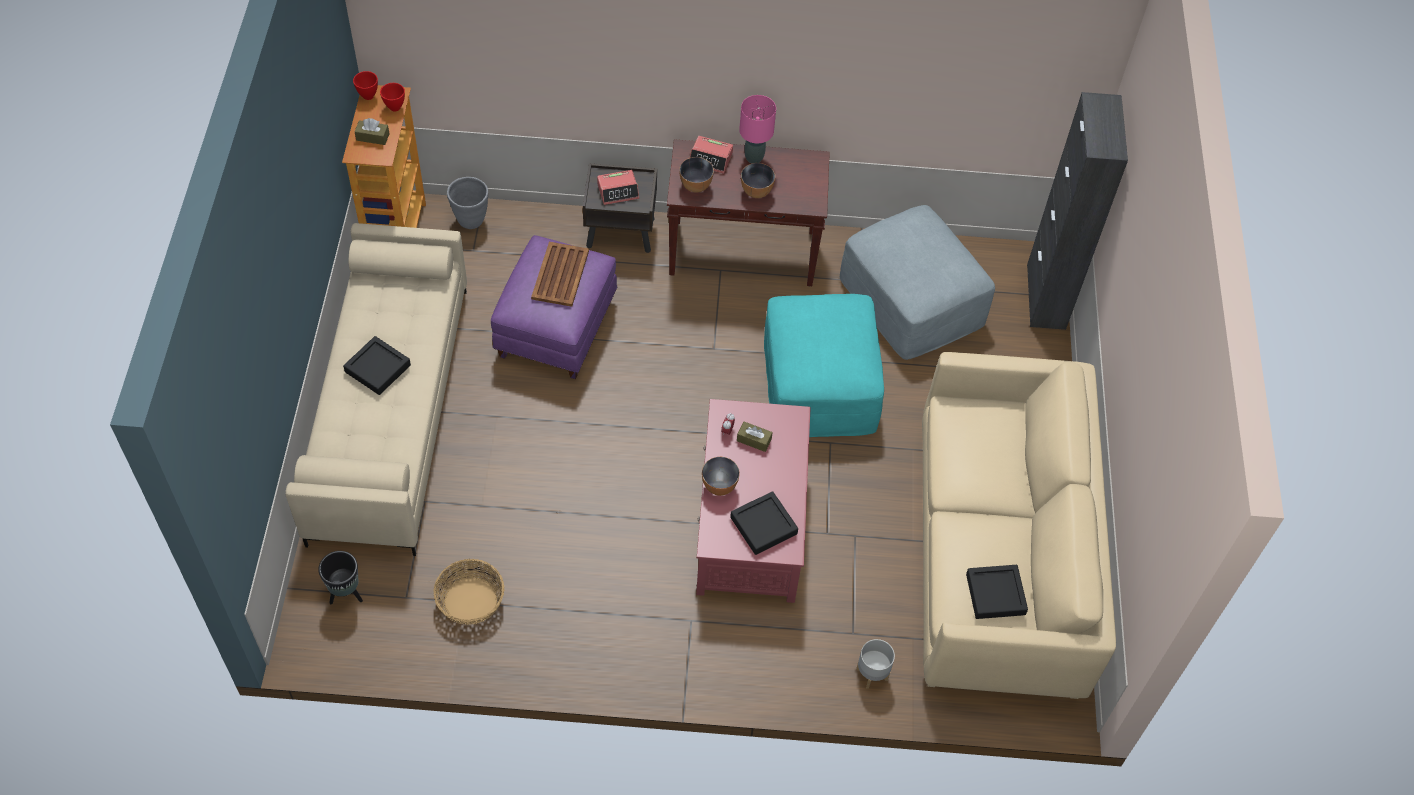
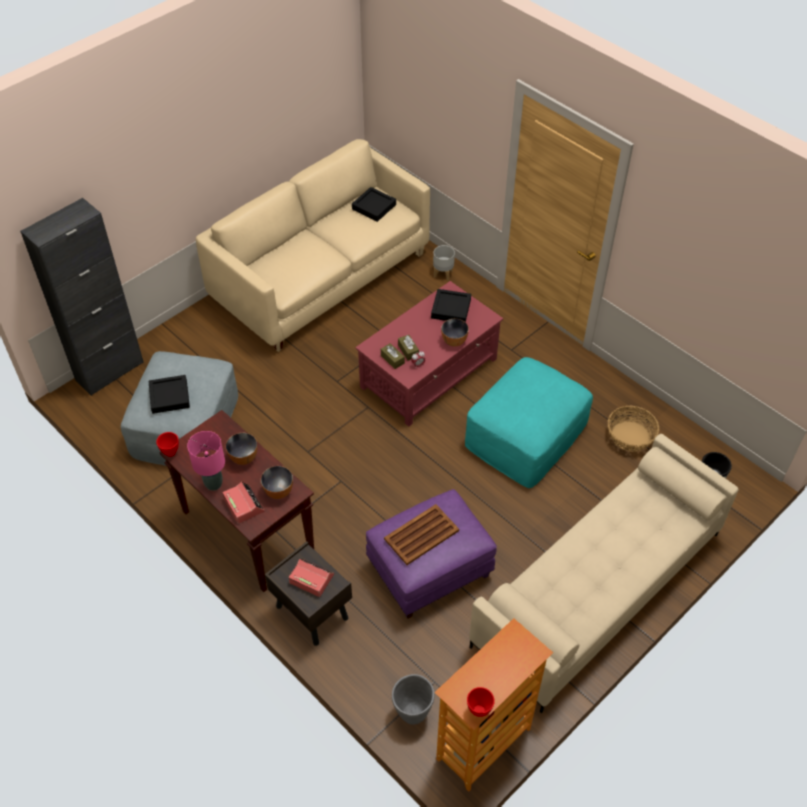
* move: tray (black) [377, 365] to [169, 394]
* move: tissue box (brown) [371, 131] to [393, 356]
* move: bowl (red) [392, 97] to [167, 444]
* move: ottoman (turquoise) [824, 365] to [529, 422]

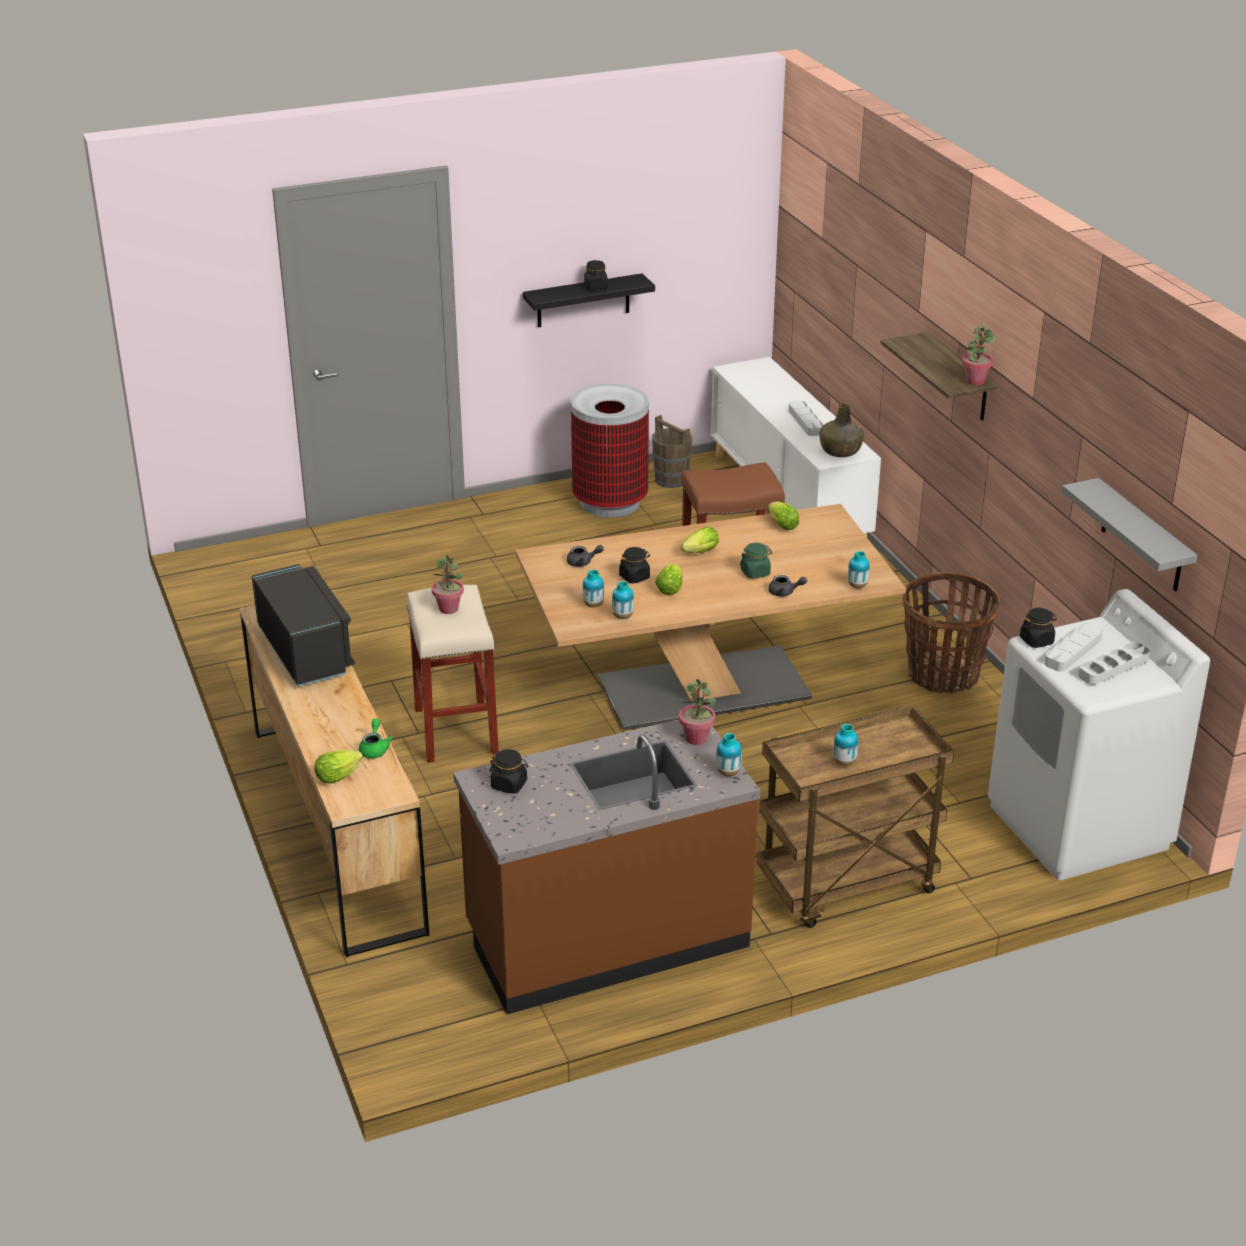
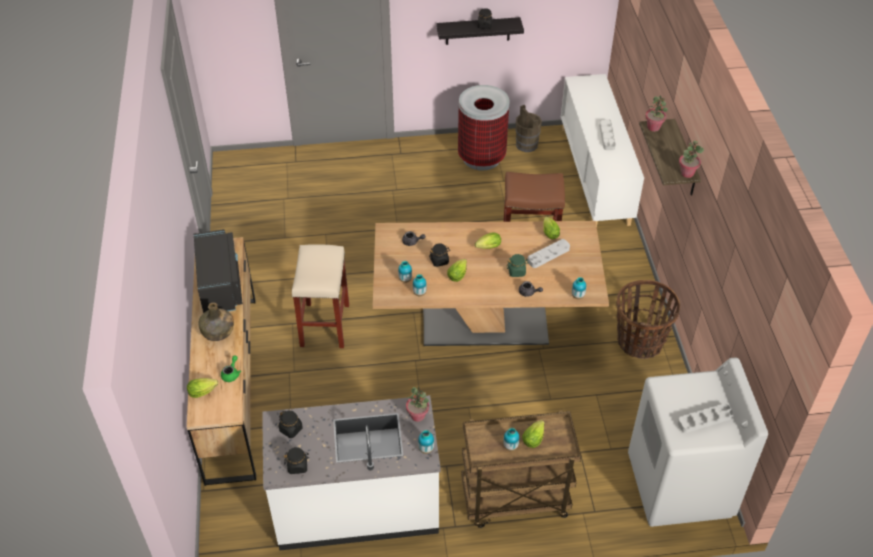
* delete: shelf (grey) [1129, 535]
* insert: lettuce [533, 434]
* move: potted plant [448, 584] to [656, 113]
* move: bottle (green) [841, 429] to [216, 321]
* move: jar (black) [1038, 628] to [296, 460]
* move: tray (grey) [1073, 647] to [549, 253]
* recolor: counter (brown) [606, 867] to counter (white) [351, 473]

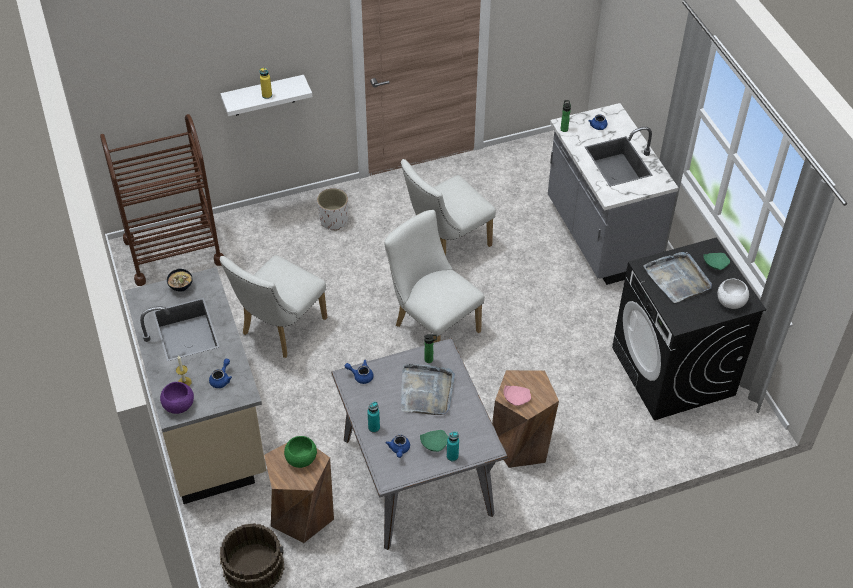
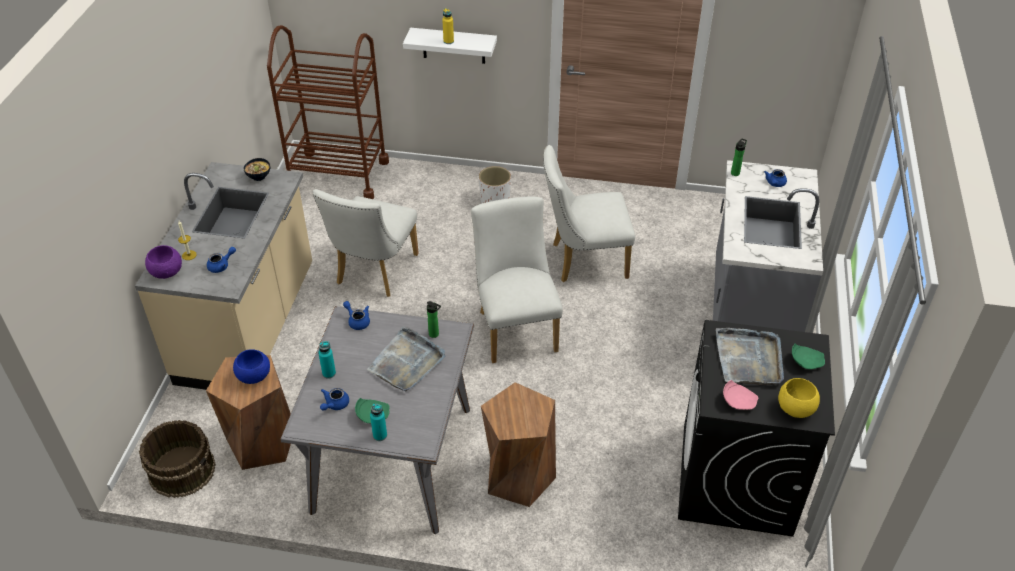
* move: plate (pink) [517, 395] to [740, 395]
* recolor: bowl (green) [300, 452] to bowl (blue) [251, 366]
* recolor: bowl (white) [733, 294] to bowl (yellow) [799, 398]
* rotate: chair (white) [273, 306] = [366, 243] 45 degrees counterclockwise

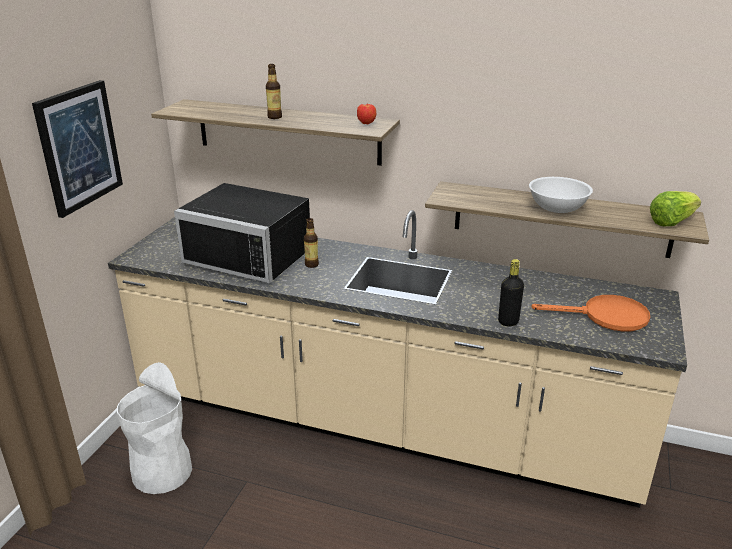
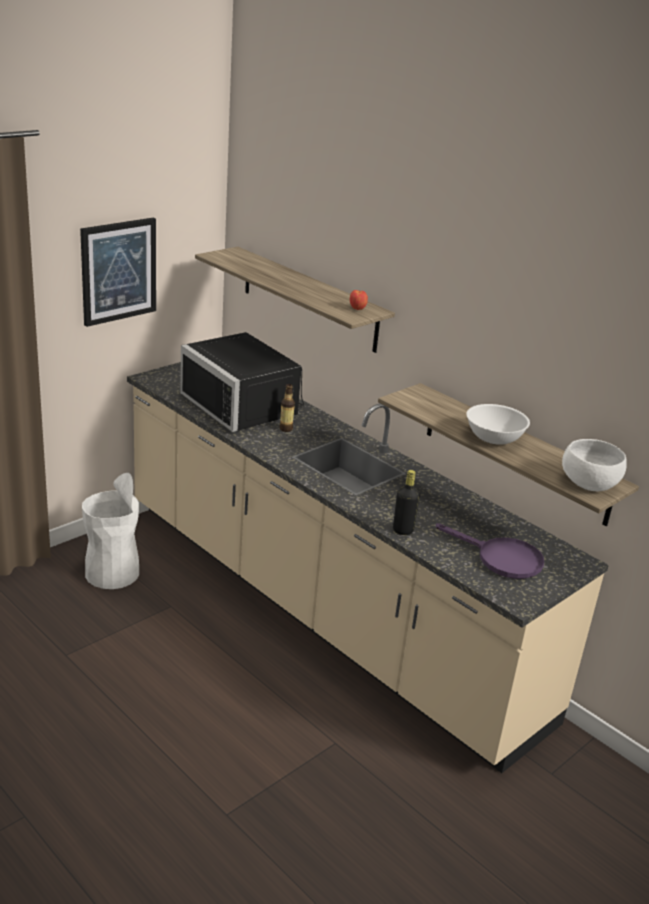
* delete: bottle [274, 91]
* replace: lettuce [675, 208] to bowl (white) [594, 465]
* recolor: frying pan (orange) [590, 313] to frying pan (purple) [490, 551]

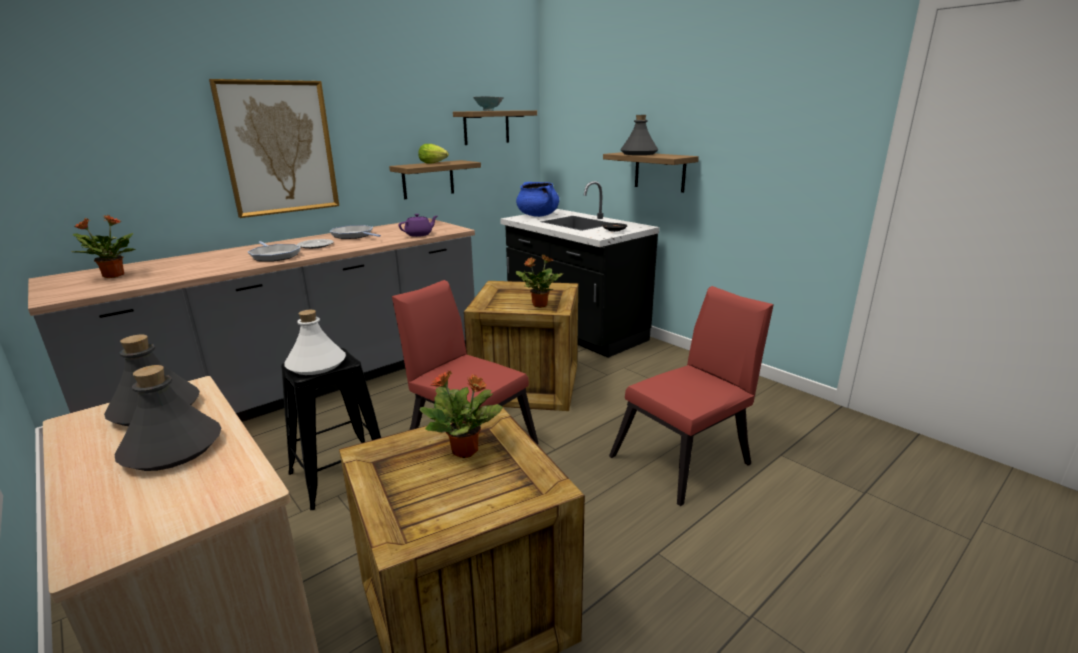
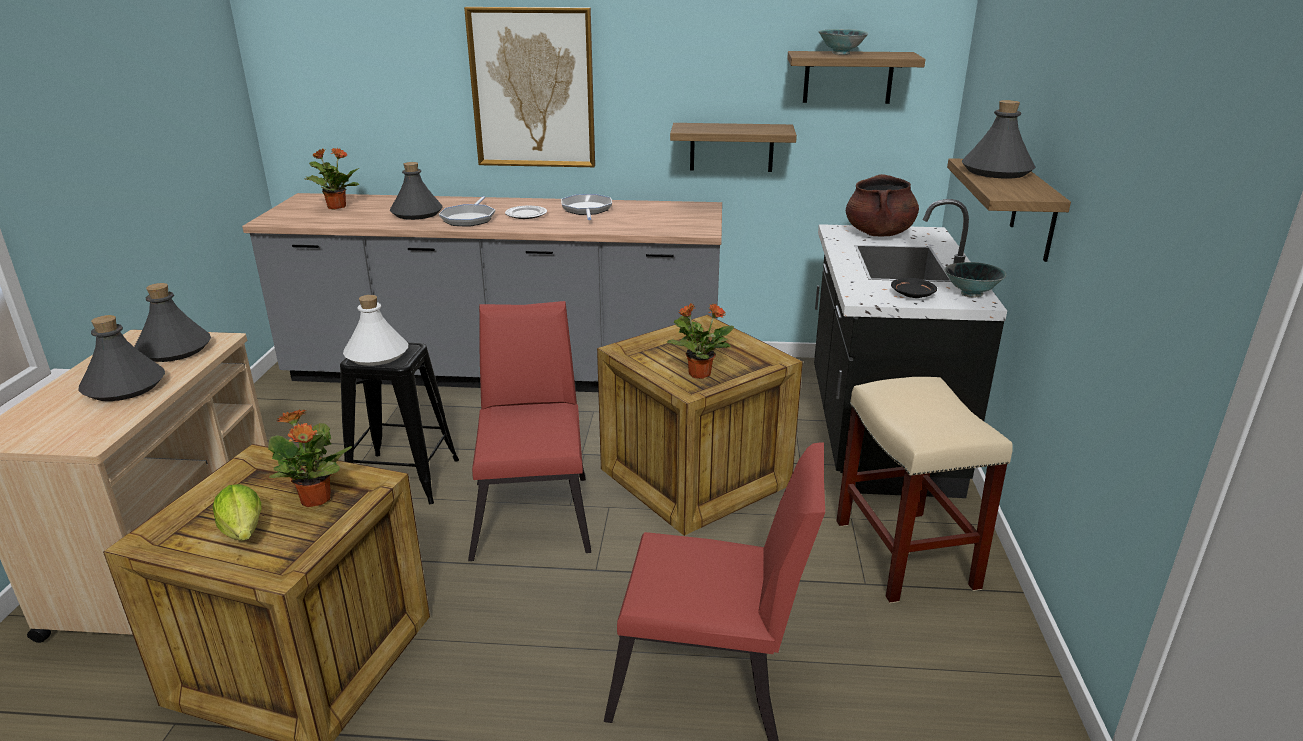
* delete: teapot (purple) [418, 225]
* insert: bottle (grey) [416, 191]
* insert: stool (beige) [924, 490]
* insert: bowl [975, 280]
* move: lettuce [433, 154] to [237, 512]
* recolor: cooking pot (blue) [537, 199] to cooking pot (brown) [882, 205]

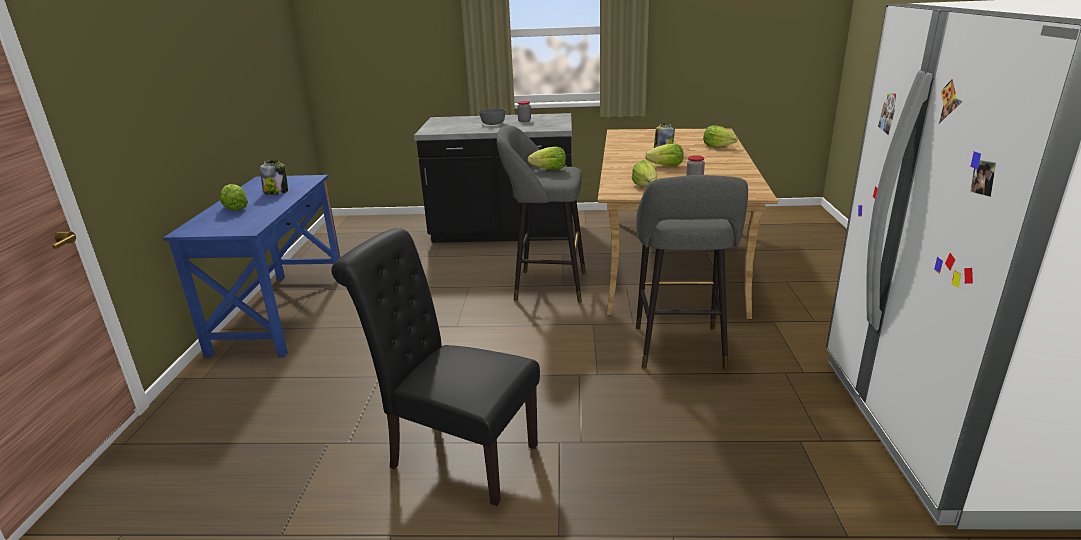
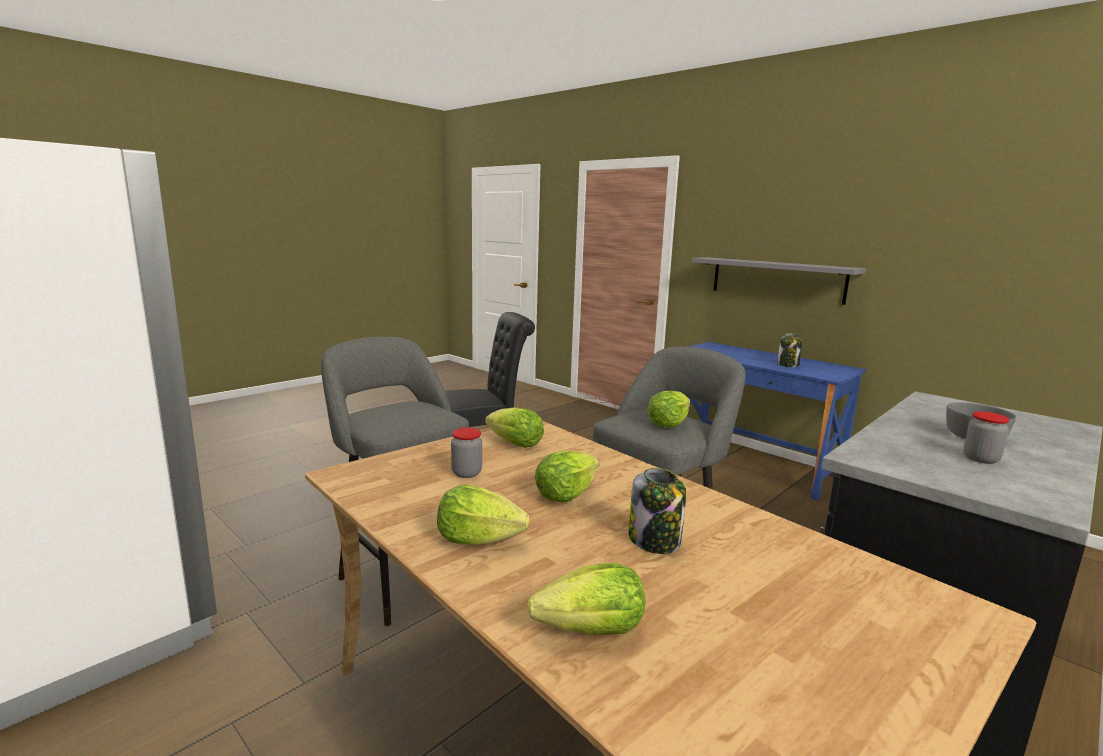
* insert: shelf (grey) [779, 281]
* move: lettuce [234, 197] to [483, 515]

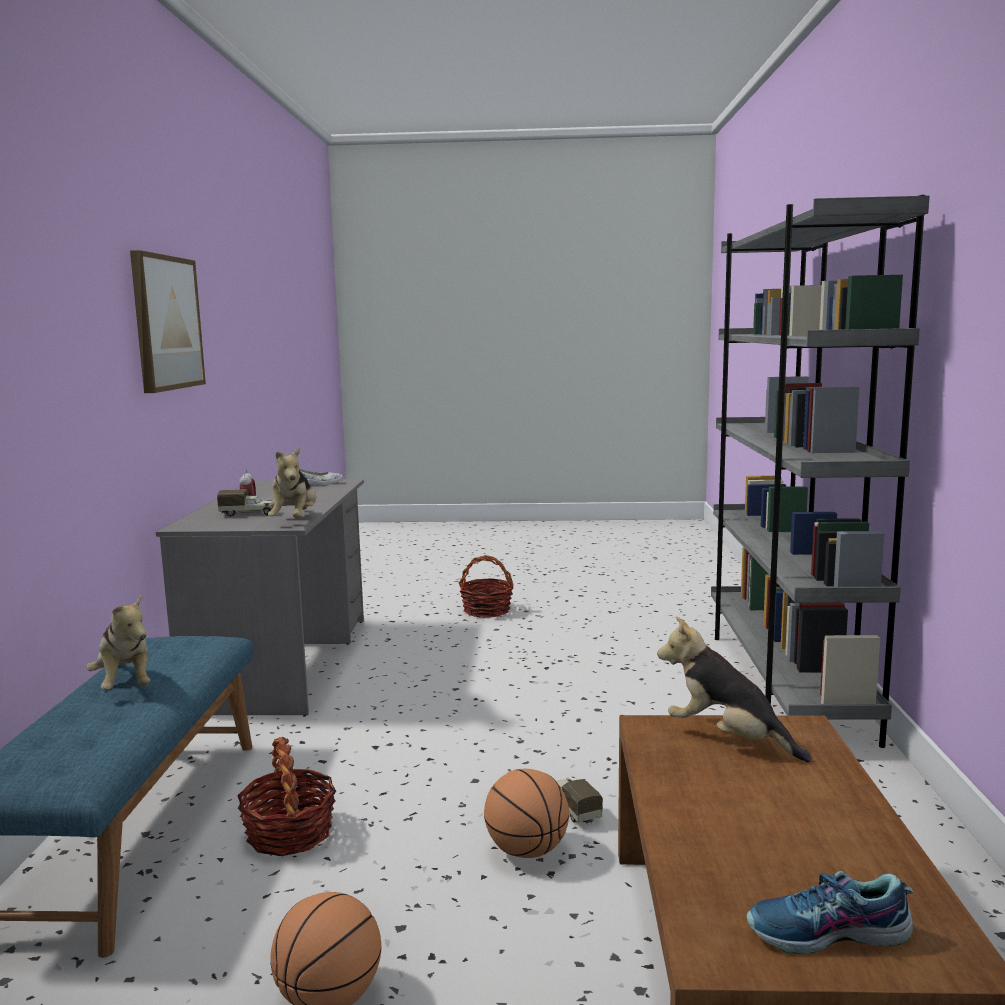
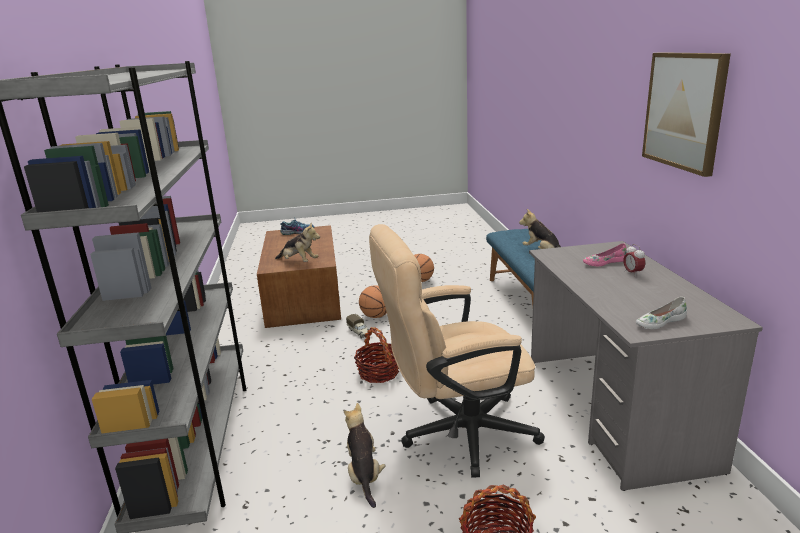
* insert: office chair (beige) [457, 350]
* move: basket [286, 796] to [376, 355]
* move: plush toy [292, 482] to [365, 455]
* replace: toy truck [245, 502] to shoe (pink) [604, 254]

